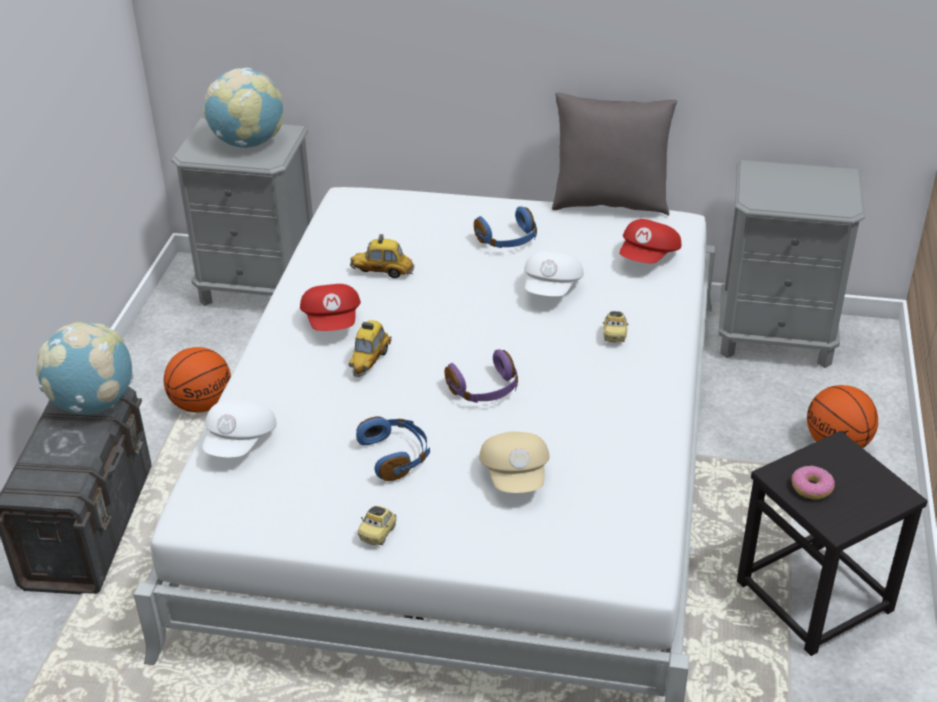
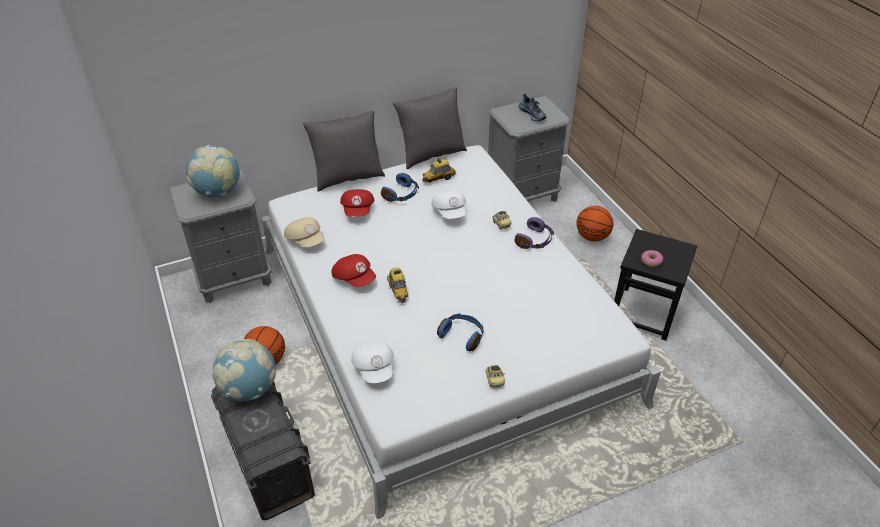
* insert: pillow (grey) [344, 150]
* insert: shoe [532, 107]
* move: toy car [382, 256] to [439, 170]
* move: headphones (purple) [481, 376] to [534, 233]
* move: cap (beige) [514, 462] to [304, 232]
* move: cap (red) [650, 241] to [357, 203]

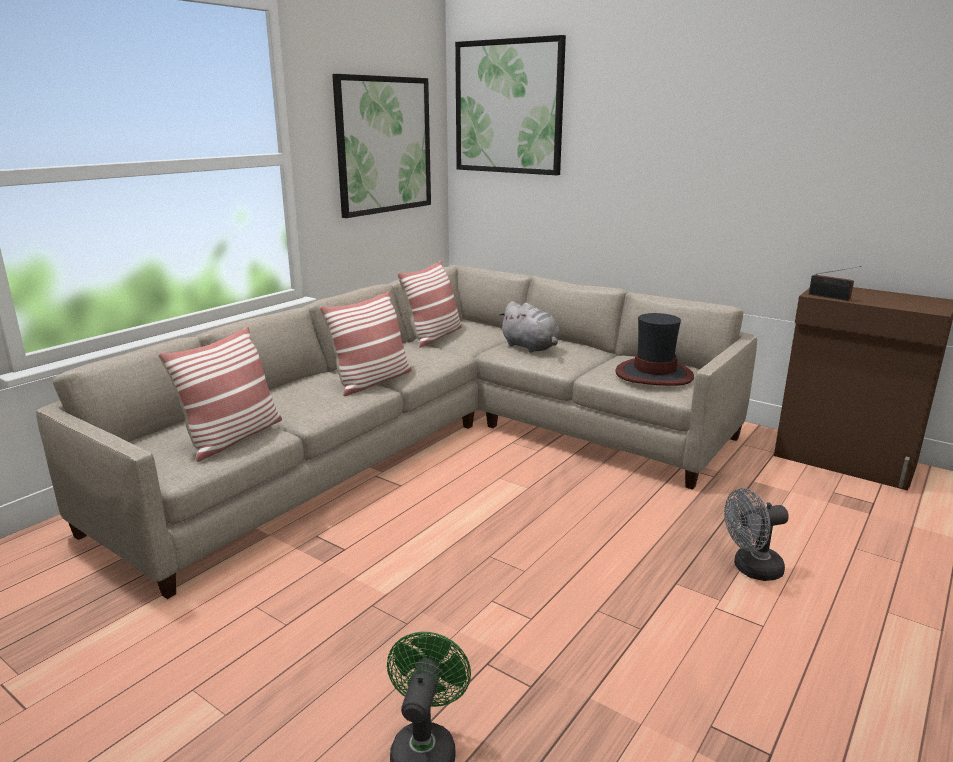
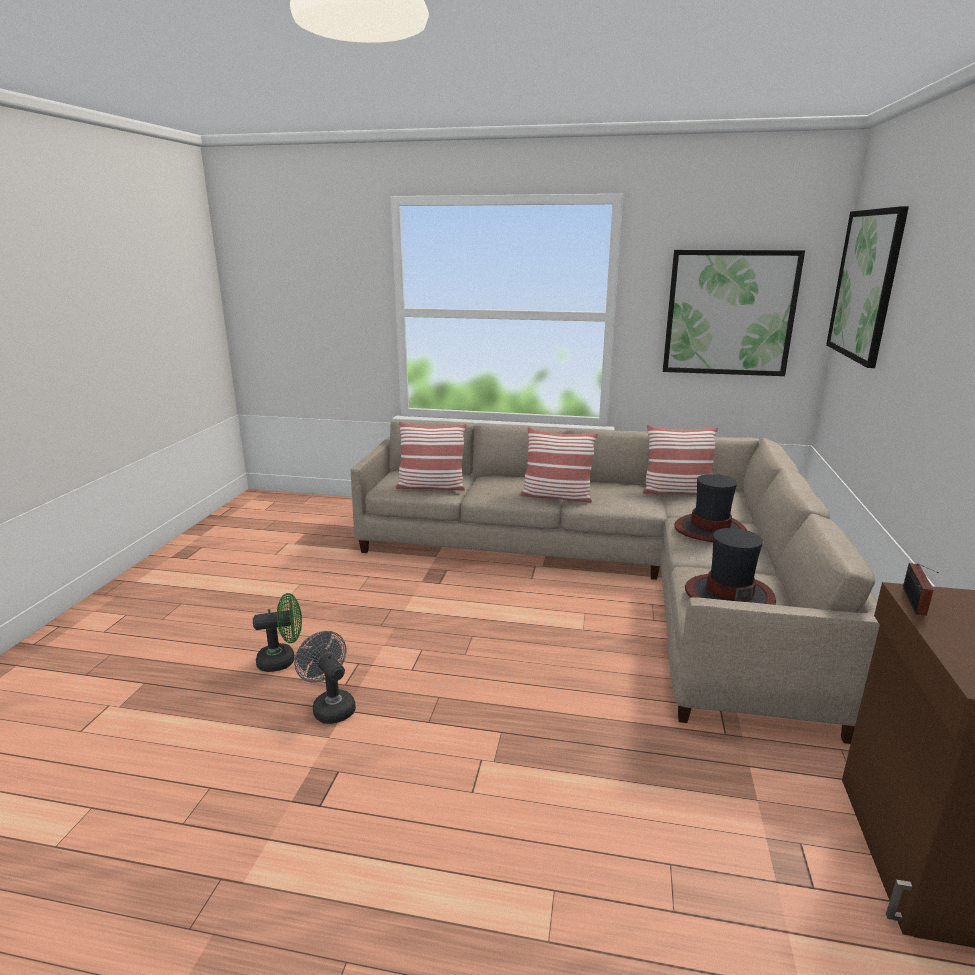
* move: fan (grey) [756, 534] to [325, 677]
* replace: plush toy (grey) [529, 327] to hat [710, 508]

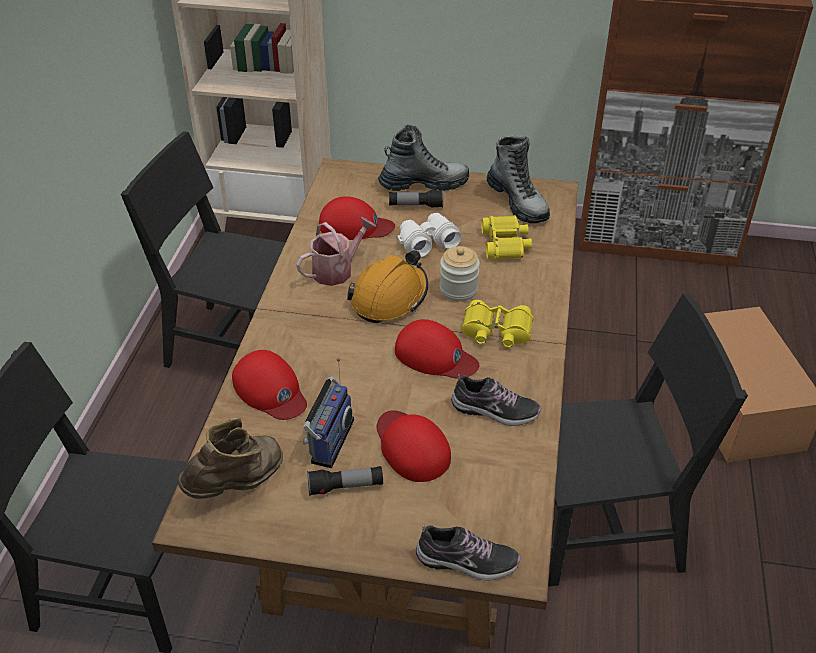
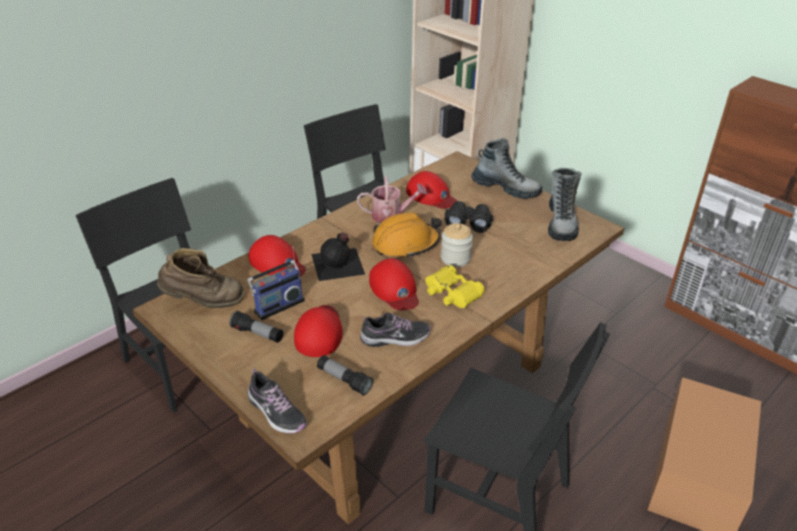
* delete: binoculars (yellow) [506, 237]
* insert: bottle (black) [338, 257]
* move: flashlight [416, 199] to [345, 375]
* recolor: binoculars (white) [430, 235] to binoculars (black) [469, 217]
* rotate: cap (red) [269, 385] = [277, 256] 45 degrees counterclockwise
* rotate: shoe [496, 400] = [395, 329] 60 degrees counterclockwise

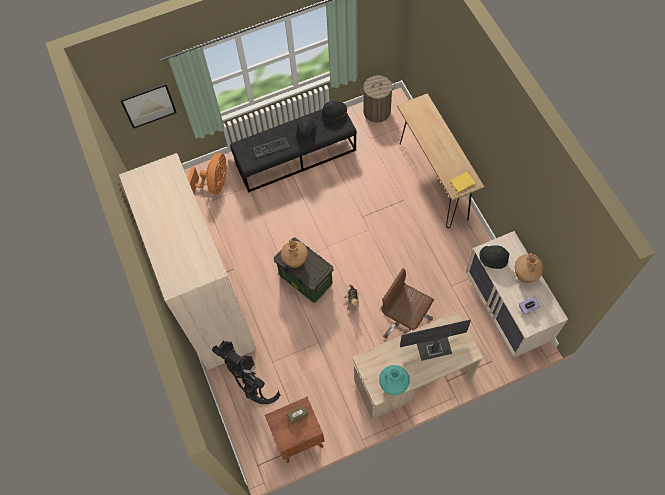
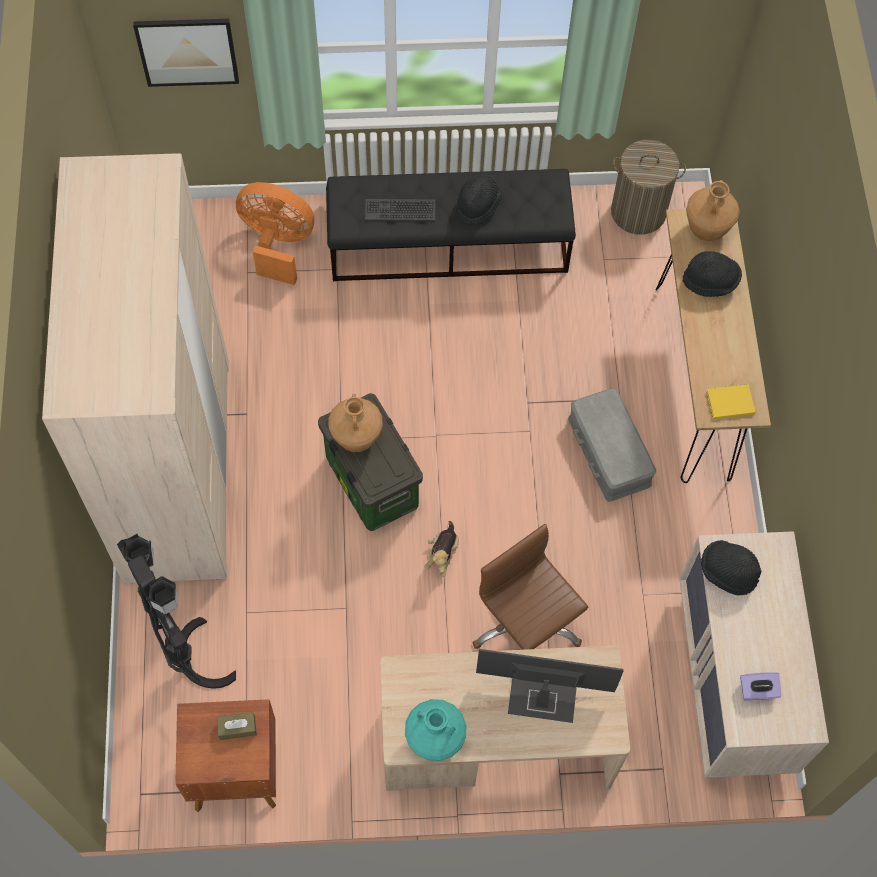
* insert: storage box (grey) [612, 445]
* move: hat (black) [334, 111] to [712, 274]
* move: vase (brown) [529, 268] to [713, 210]
* rotate: fan (orange) [207, 173] = [275, 233] 105 degrees counterclockwise

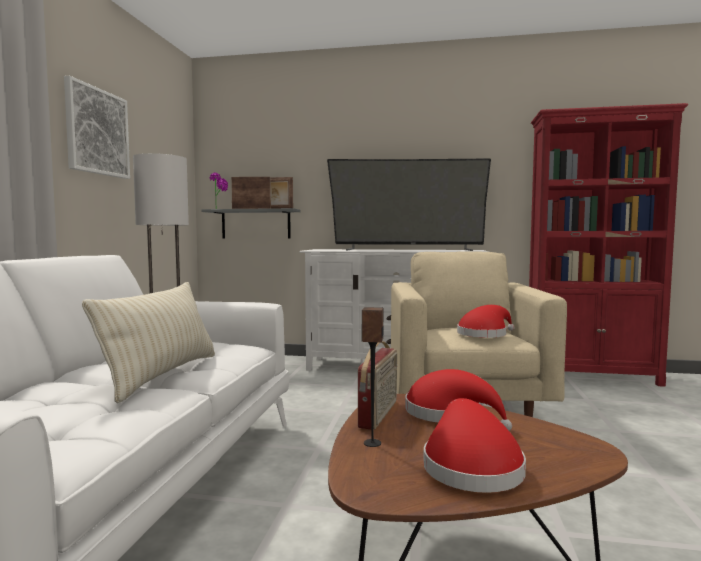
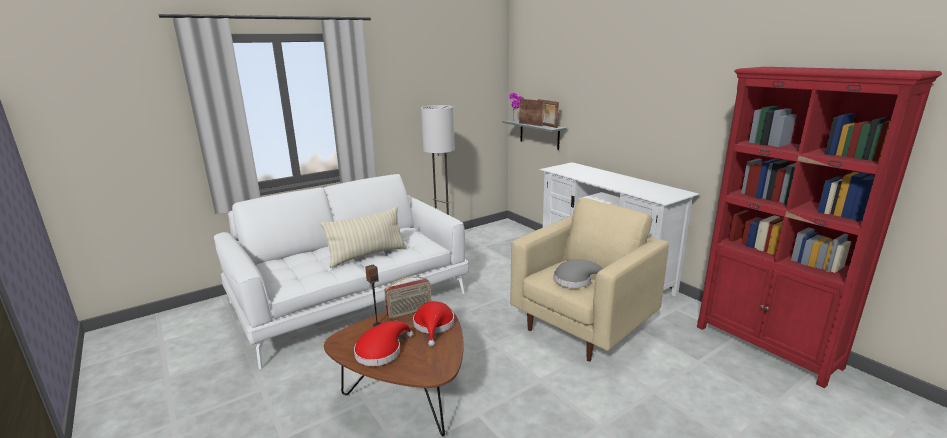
* delete: picture [97, 127]
* delete: television [409, 205]
* recolor: hat (red) [486, 321] to hat (grey) [578, 273]

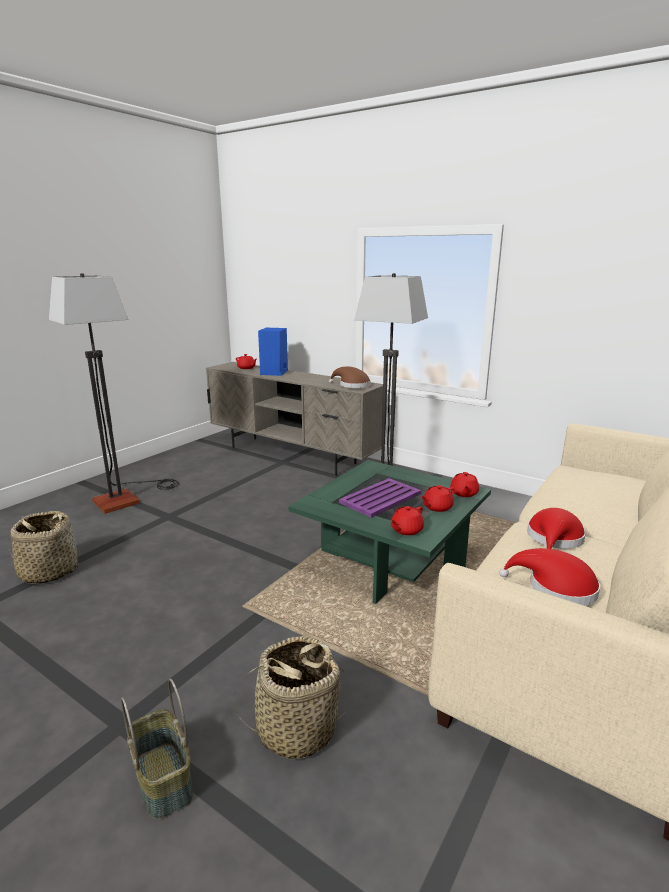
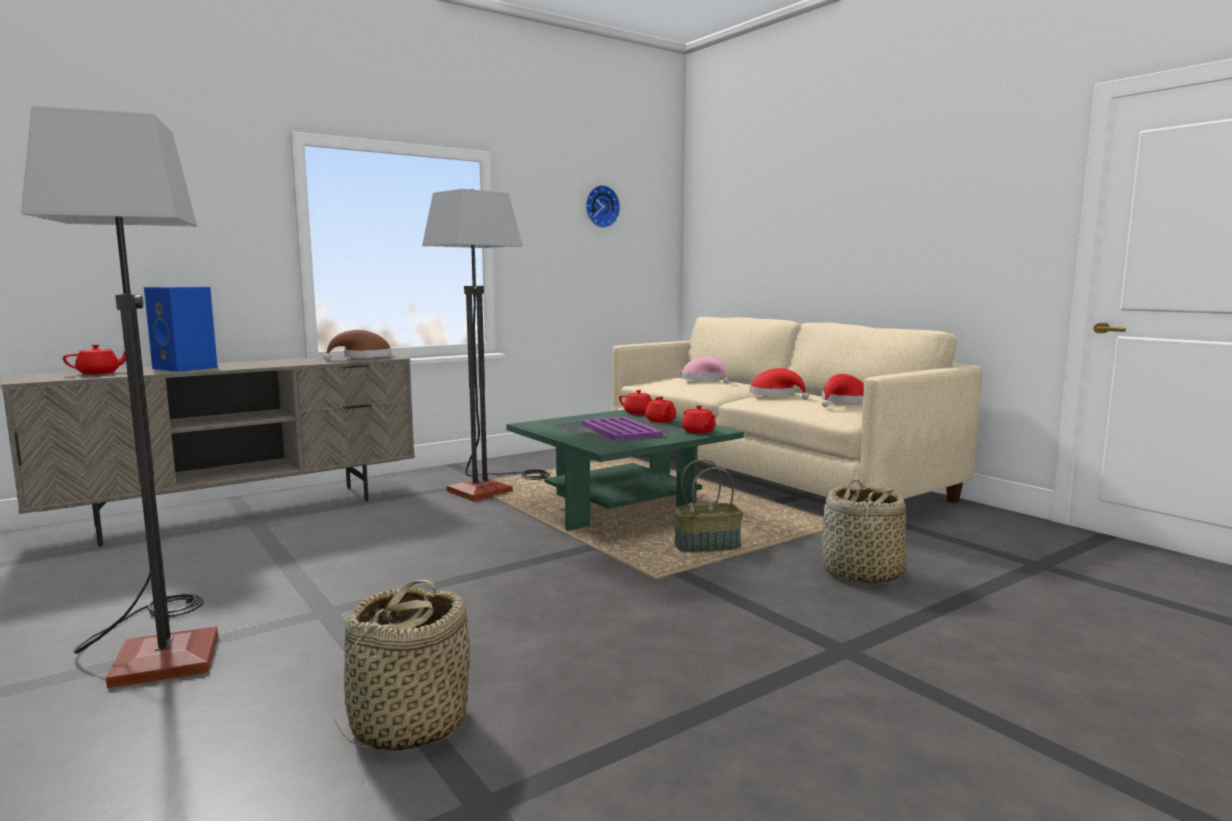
* insert: wall clock [603, 206]
* insert: hat (pink) [705, 370]
* move: basket [157, 749] to [708, 506]

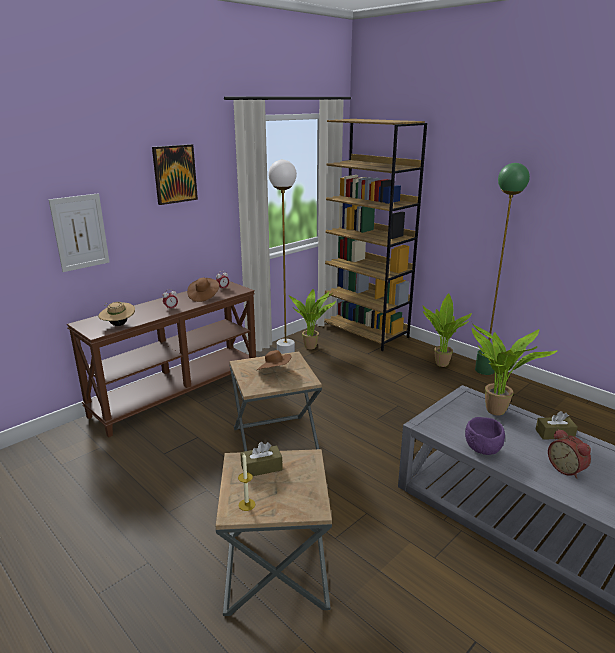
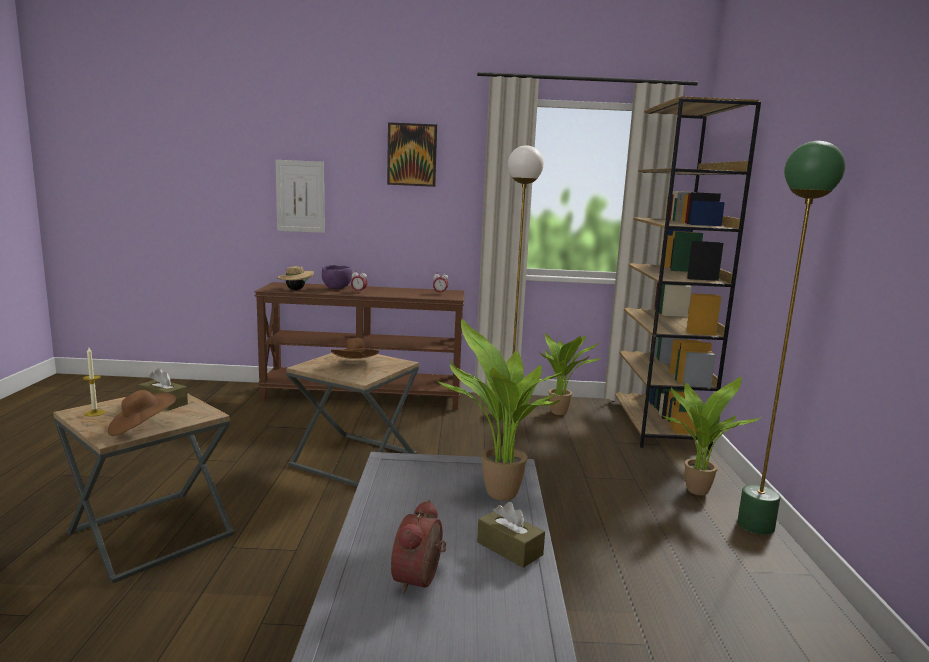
* move: hat (brown) [203, 290] to [142, 413]
* move: bowl (purple) [485, 436] to [337, 277]

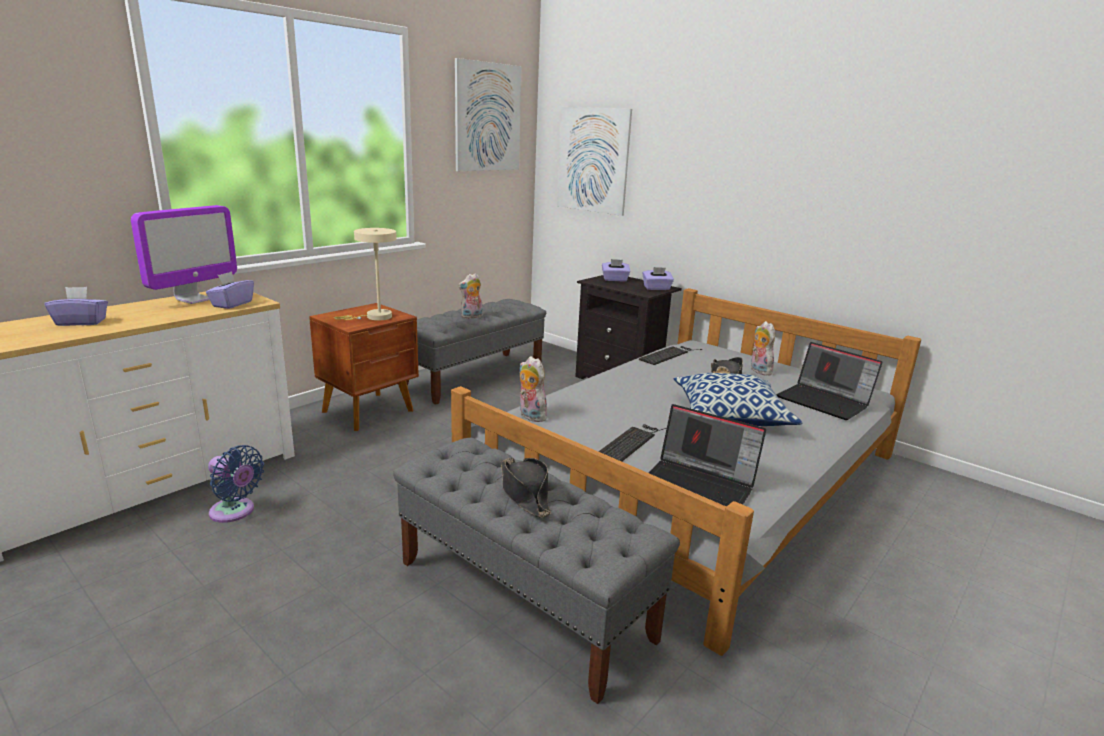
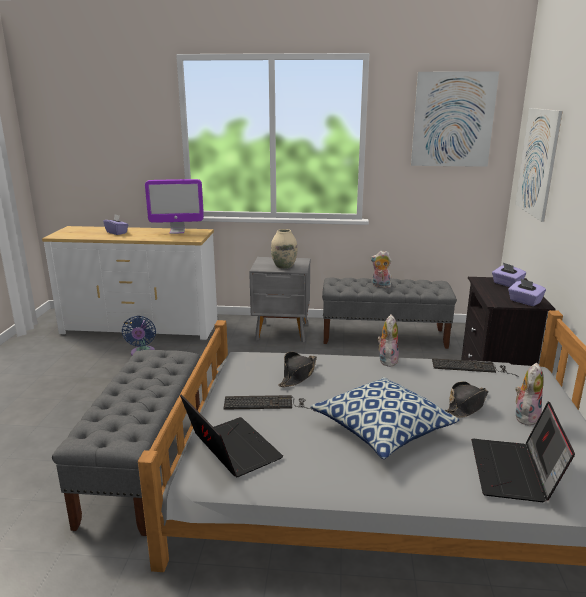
* delete: tissue box (purple) [230, 290]
* move: hat (black) [526, 488] to [297, 369]
* move: plush toy [533, 389] to [388, 340]
* replace: table lamp (beige) [365, 274] to vase (beige) [284, 249]
* recolor: nightstand (brown) [364, 367] to nightstand (grey) [279, 299]
* rotate: laptop [707, 455] = [231, 435] 150 degrees clockwise

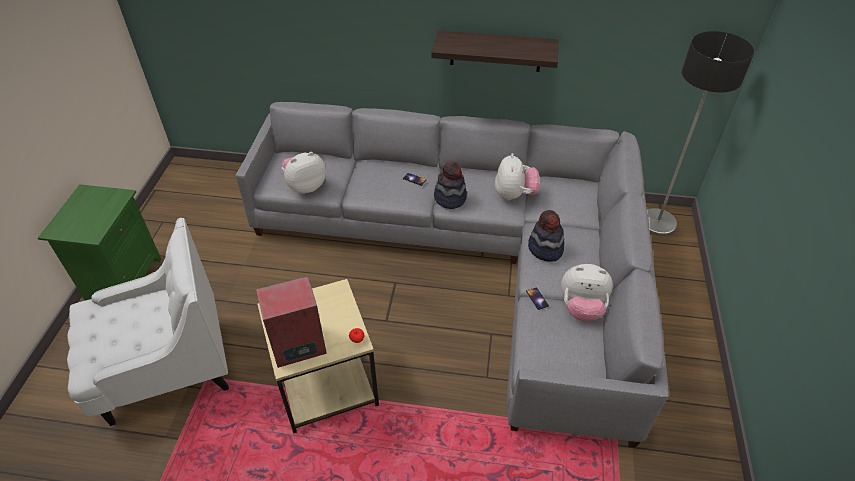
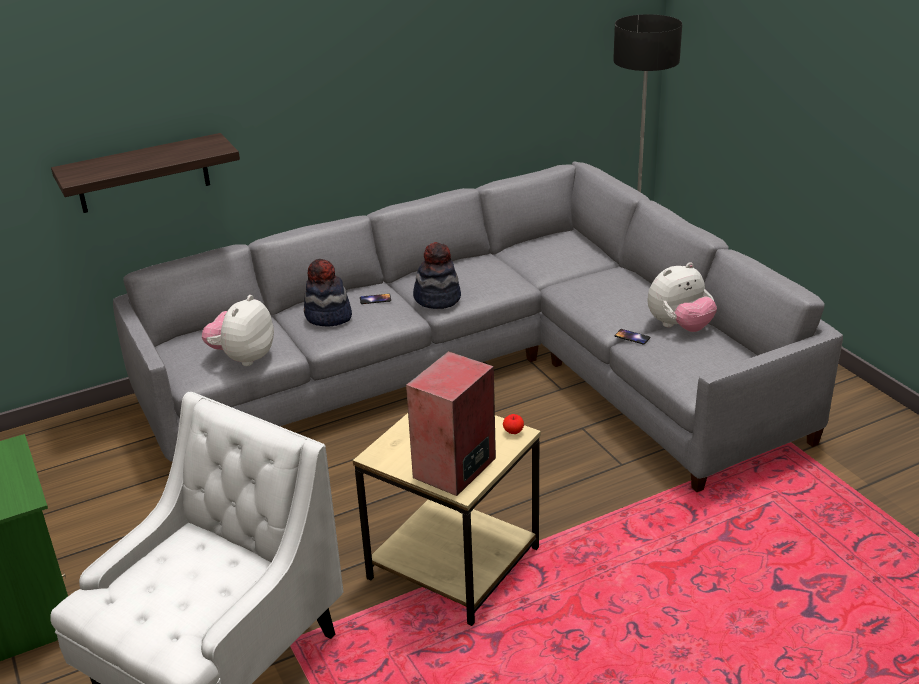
* delete: plush toy [517, 177]
* move: shelf [494, 51] to [145, 173]
* move: hat [546, 236] to [328, 292]

